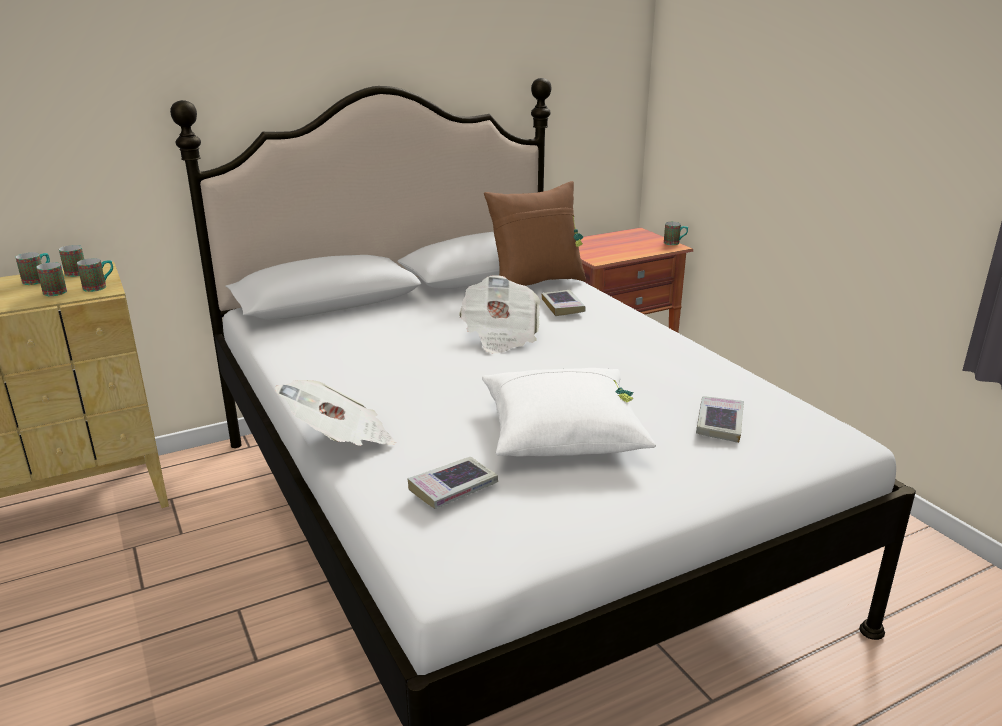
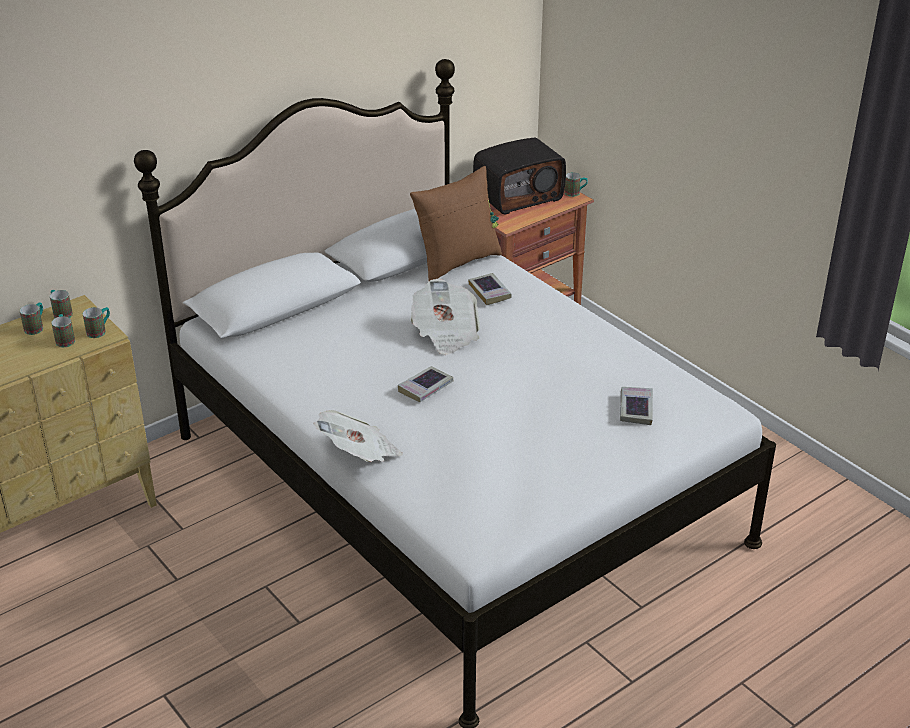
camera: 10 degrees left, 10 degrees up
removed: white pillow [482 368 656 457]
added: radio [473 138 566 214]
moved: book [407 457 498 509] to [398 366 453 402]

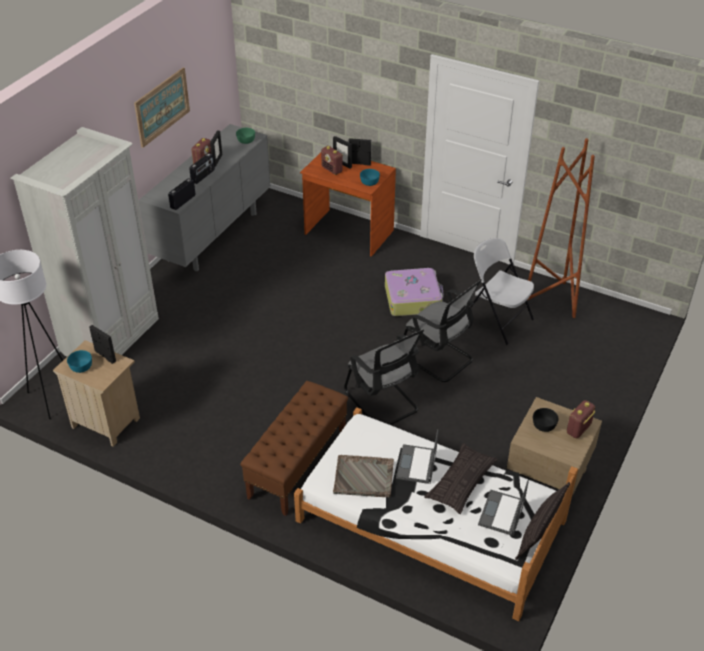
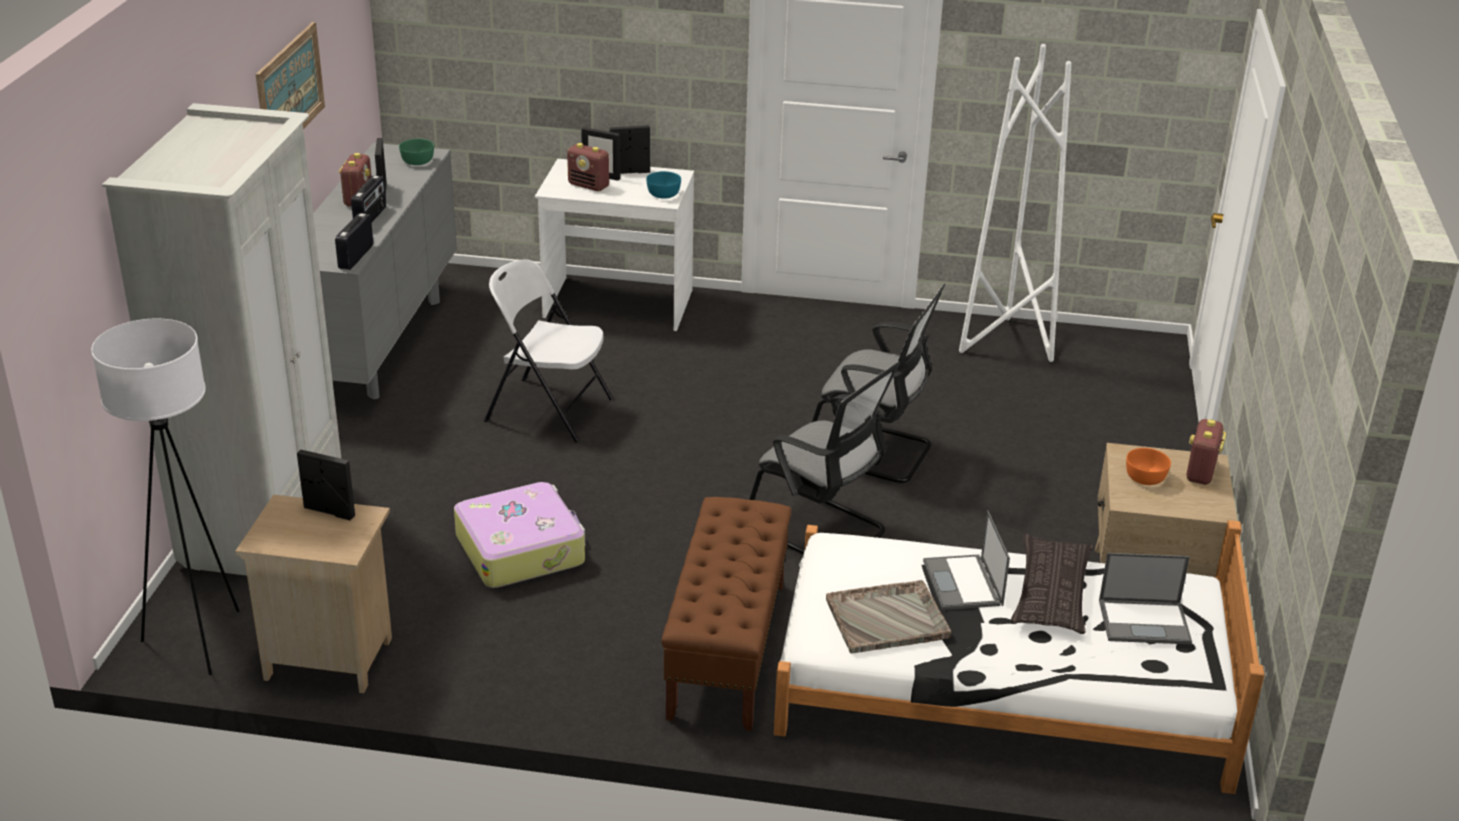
camera: 20 degrees left, 10 degrees down
removed: turquoise bowl [67 350 92 373]; pillow [515 482 570 560]
moved: suitcase [385 268 444 316] to [454 482 585 588]; white chair [471 238 534 345] to [484 260 613 443]
recoloured: brown desk [300 152 396 257] to white desk [535 159 694 331]; brown clothes rack [527 138 595 318] to white clothes rack [959 44 1072 362]; black bowl [533 408 559 432] to orange bowl [1126 448 1171 485]
turned: laptop [478 479 529 536] = [1099 553 1192 645] 90 degrees counterclockwise

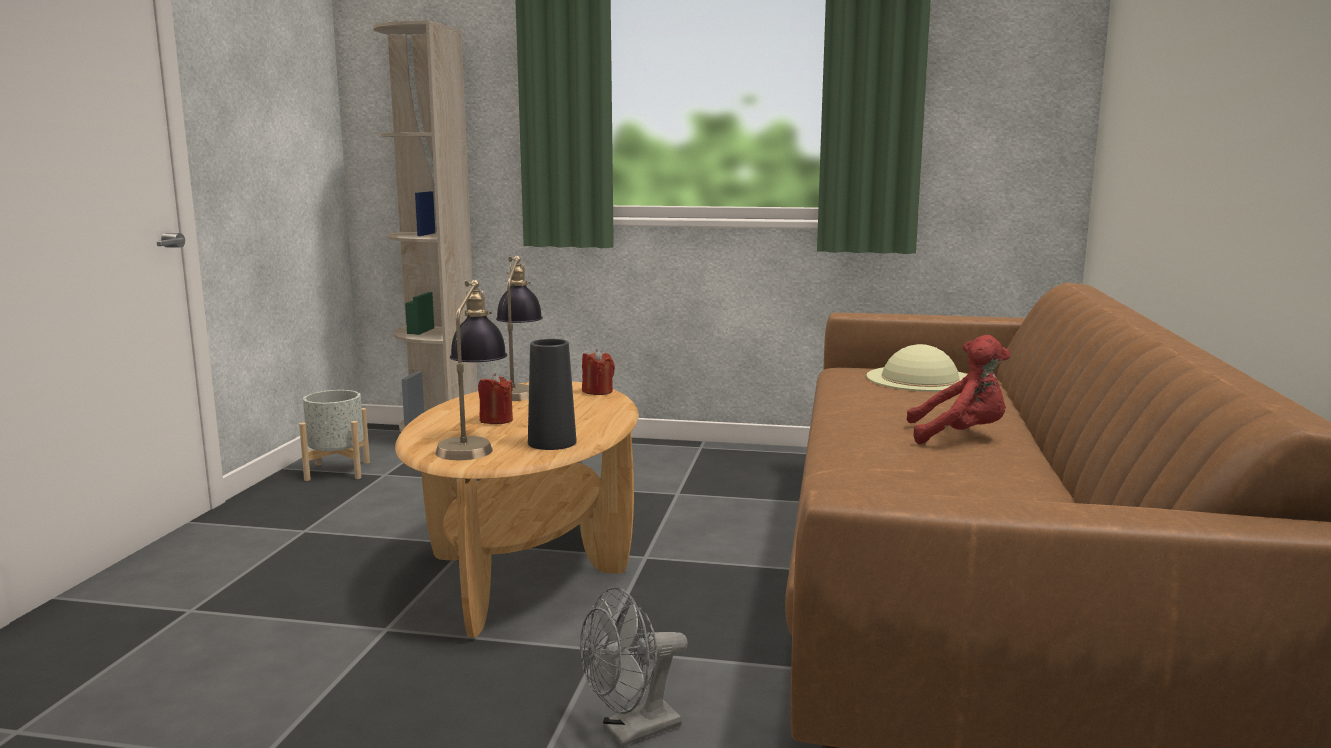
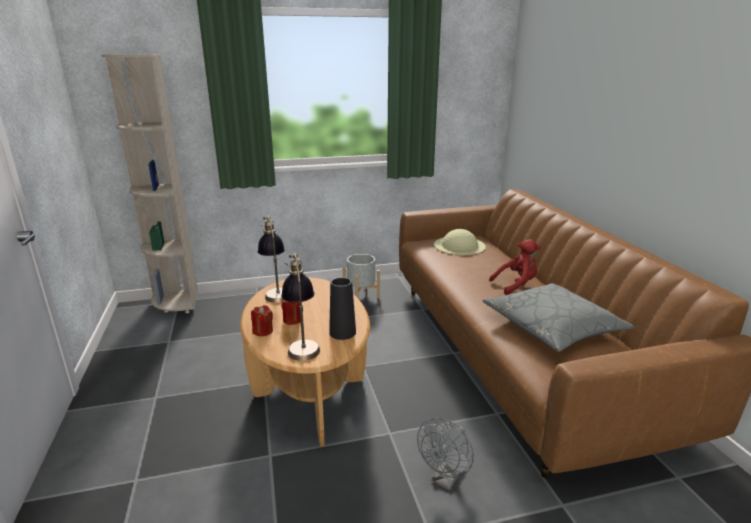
camera: 25 degrees left, 10 degrees up
added: grey pillow [483 283 635 352]
moved: red candle [582 349 615 395] to [251 305 273 336]; grey planter [299 390 370 481] to [343 254 380 299]

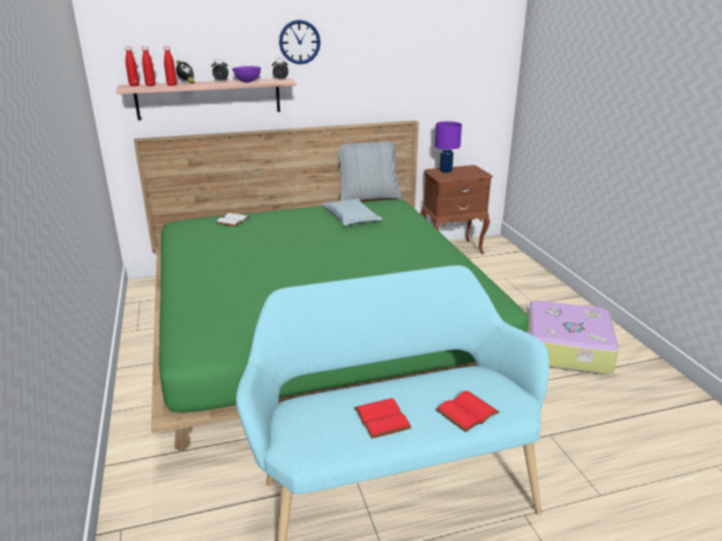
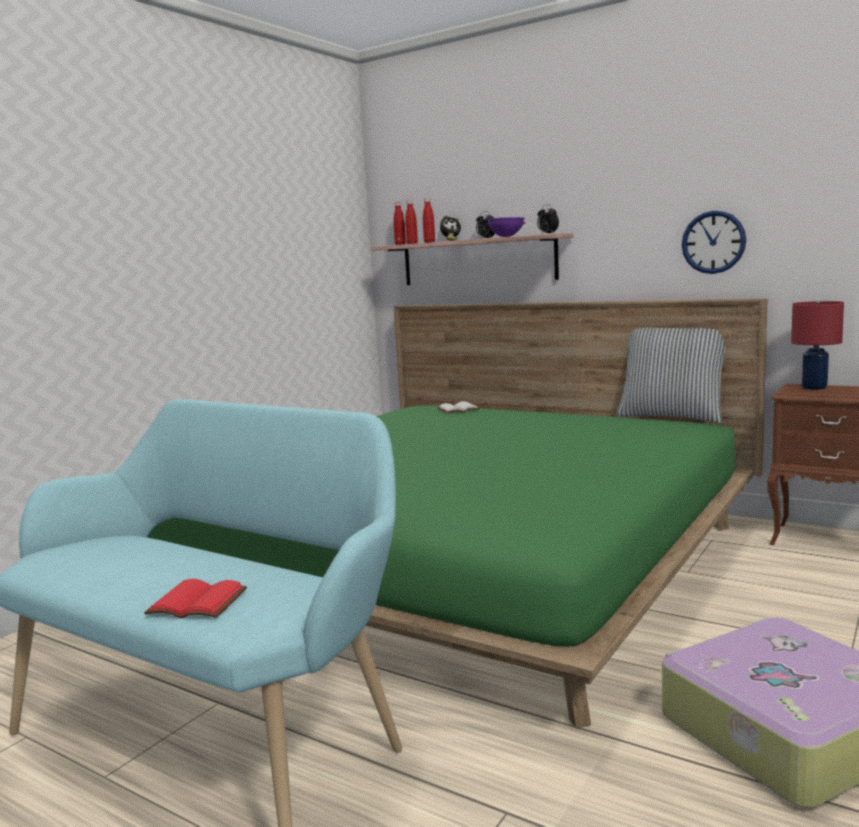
camera: 50 degrees right, 15 degrees down
removed: blue pillow [322 198 383 226]; red book [354 398 412 439]
moved: wall clock [279 20 321 64] to [682 211 746 274]
recoloured: purple table lamp [435 121 462 173] to red table lamp [791 301 844 390]

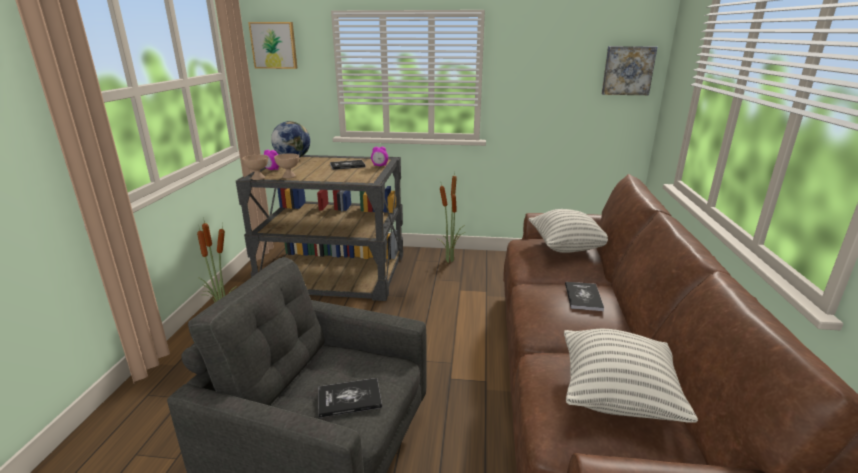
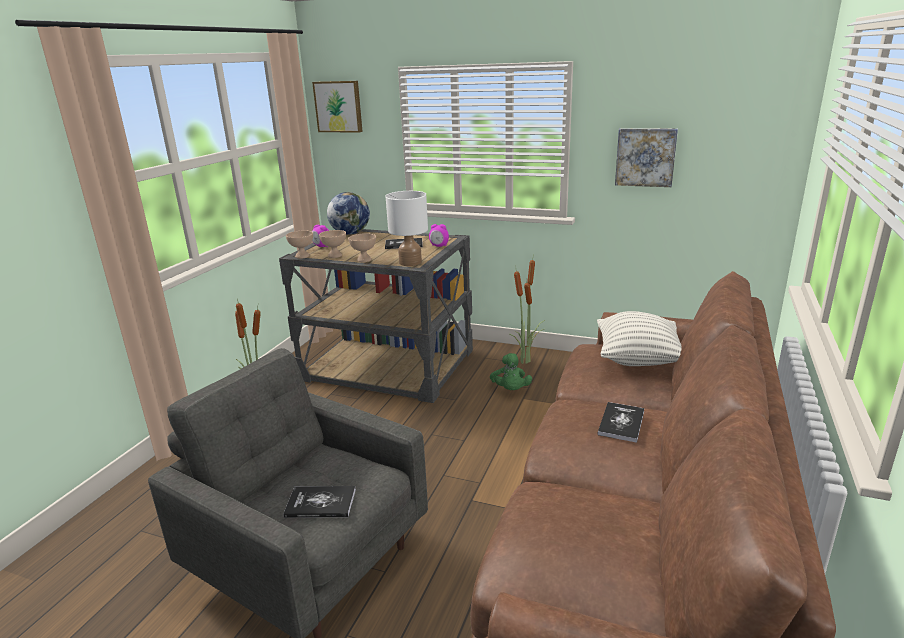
camera: 15 degrees right, 0 degrees up
removed: pillow [564 329 698 423]
added: beige bowl [348 233 376 262]; white table lamp [386 191 428 266]; green plush toy [490 353 532 390]
moved: picture [602 46 657 95] to [615 128 678 187]

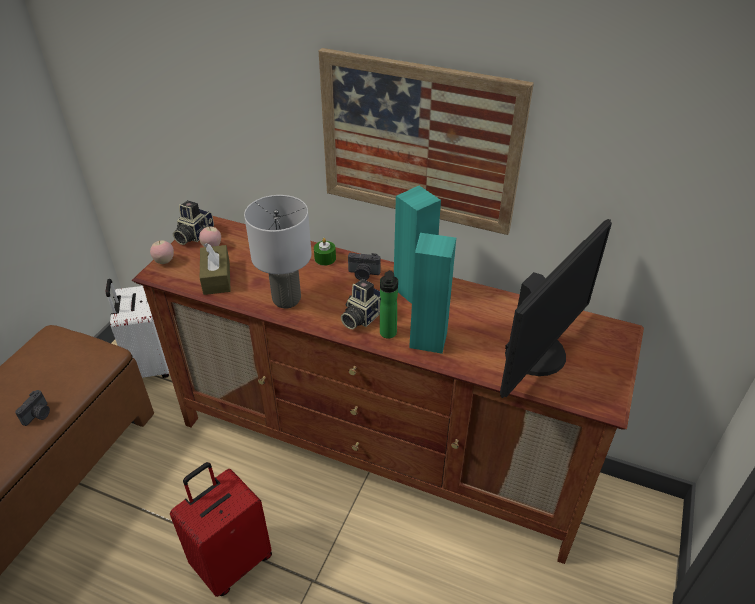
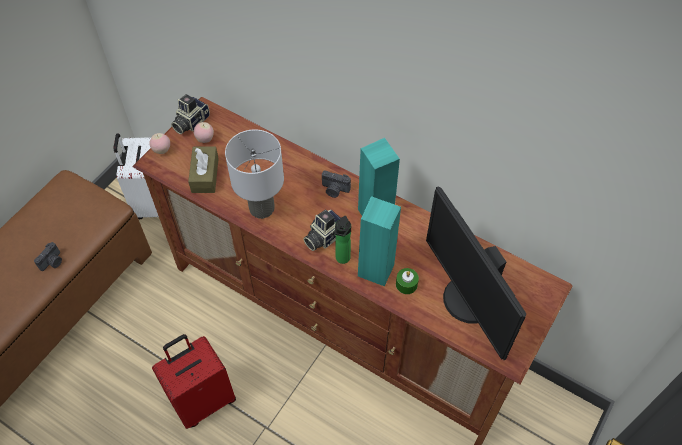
camera: 10 degrees right, 15 degrees up
removed: picture [319 48 534 235]
moved: green candle [314 238 336 266] to [396 268 419 294]
turned: monitor [500 219 612 398] = [426 186 526 360] 105 degrees clockwise

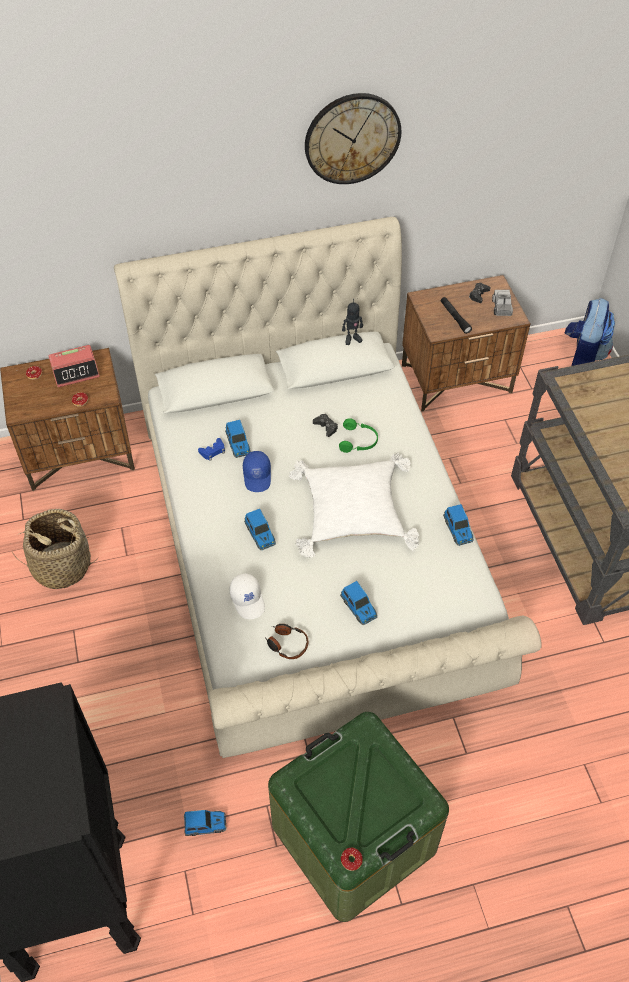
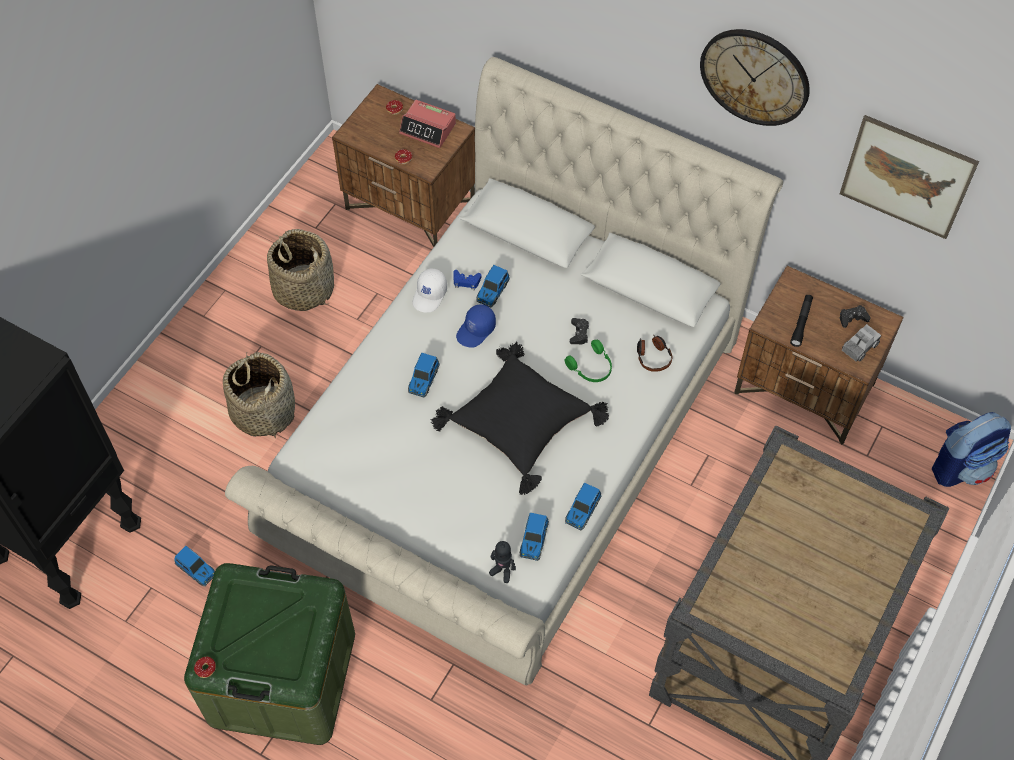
camera: 45 degrees right, 5 degrees up
added: basket [223 352 295 438]; picture [840 115 979 239]
moved: white cap [229 573 265 619] to [413 269 447 312]; toy robot [342 299 363 345] to [489 541 516 583]; toy car [340 581 377 625] to [520 513 549 561]; headphones [265 624 308 659] to [637 335 673 372]
recoloured: white pillow [289 453 419 558] to black pillow [430 342 609 495]

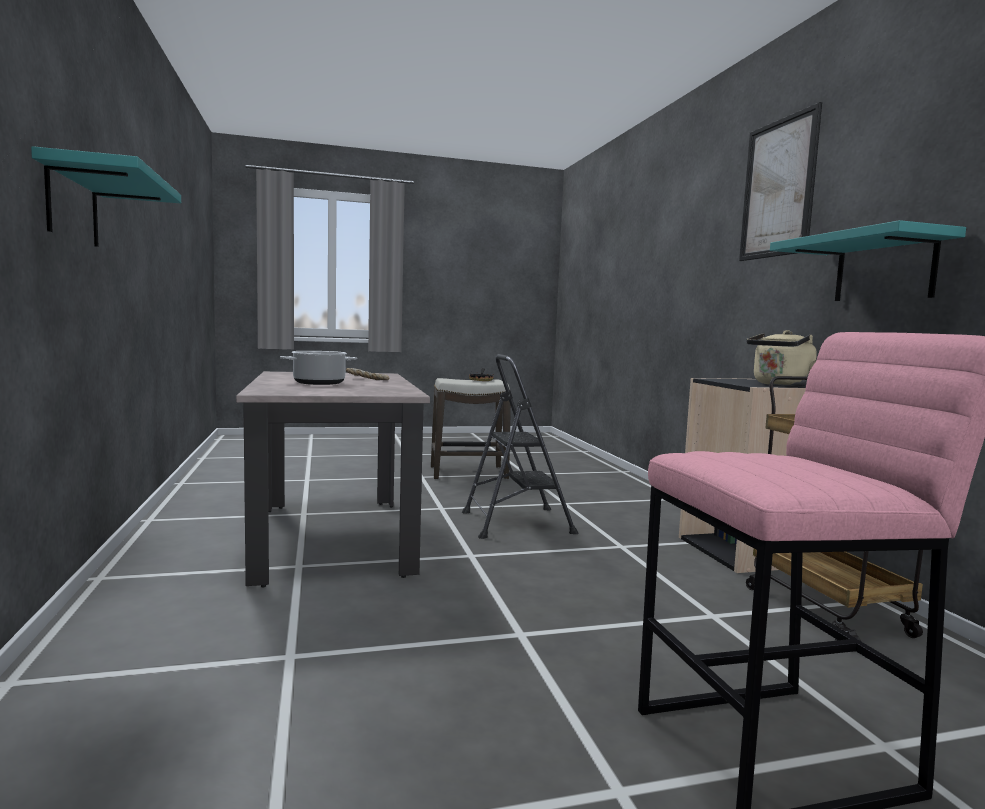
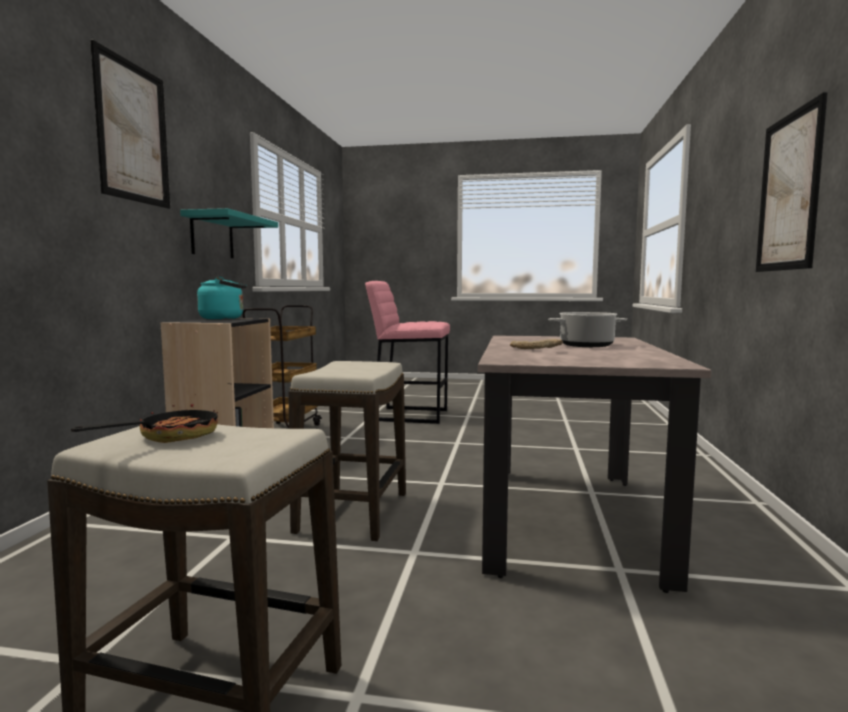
camera: 155 degrees left, 0 degrees up
replaced: black step ladder [462 354 578 539] to stool [288 361 406 541]; turquoise shelf [31 146 181 247] to picture [756 92 828 272]
recoloured: beige kettle [746 330 817 386] to turquoise kettle [197 277 247 319]

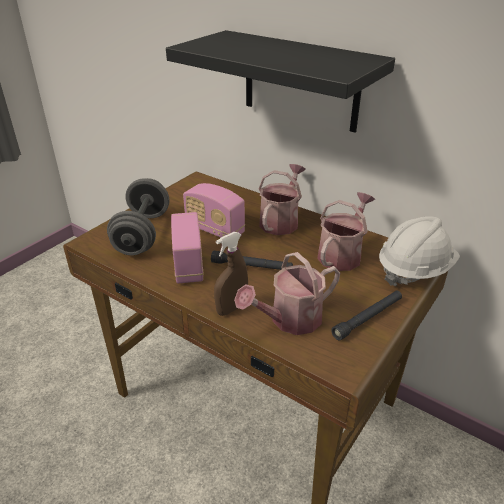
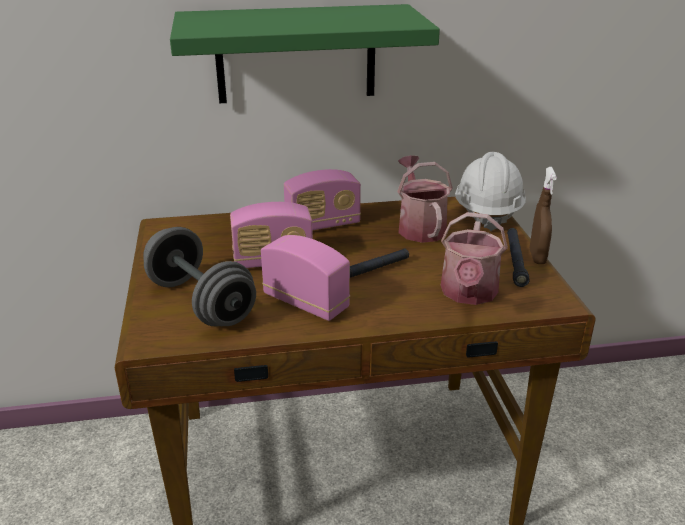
camera: 45 degrees left, 5 degrees down
moved: brown spray bottle [214 232 248 316] to [530 167 557 264]
replaced: watering can [259 164 306 235] to radio [284 169 361 230]
recoloured: black shelf [166 30 395 133] to green shelf [170 4 440 103]

